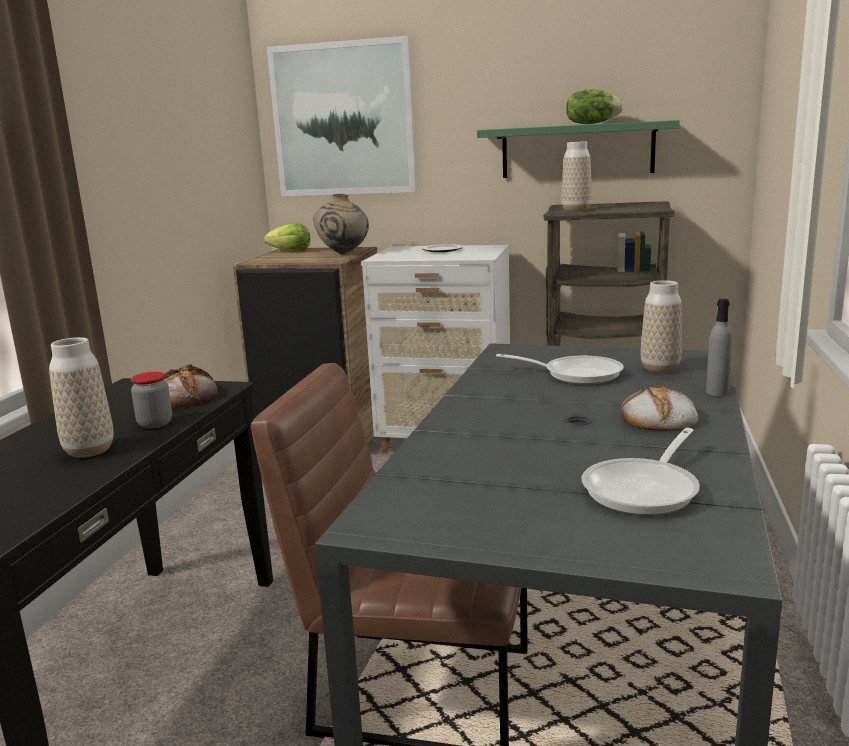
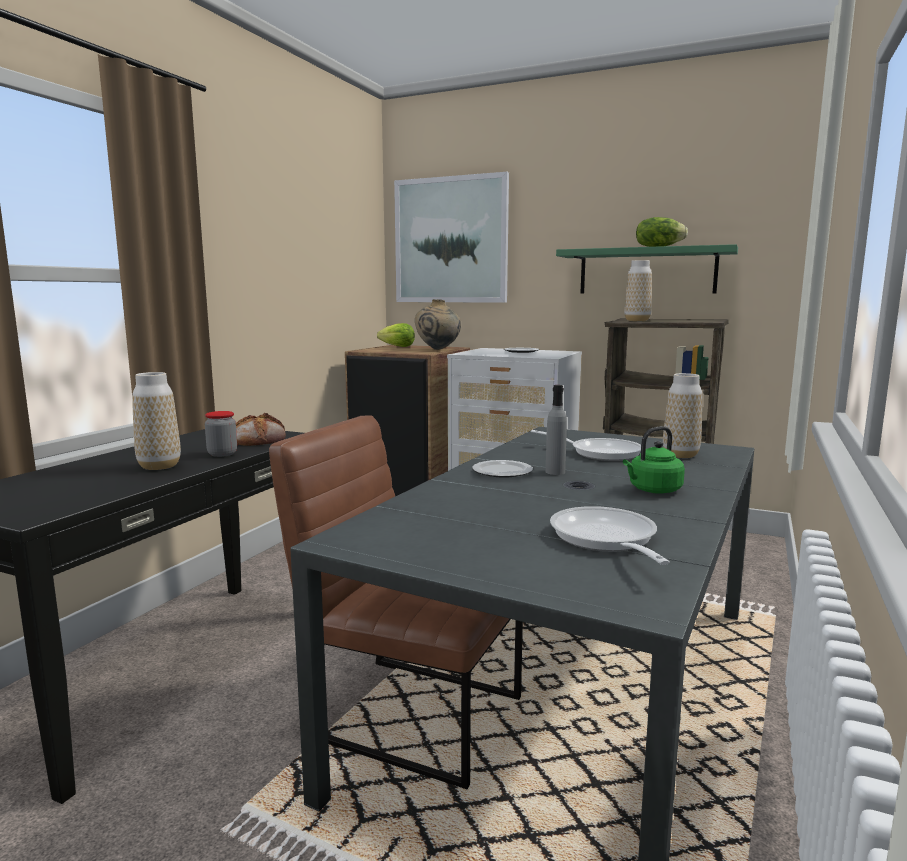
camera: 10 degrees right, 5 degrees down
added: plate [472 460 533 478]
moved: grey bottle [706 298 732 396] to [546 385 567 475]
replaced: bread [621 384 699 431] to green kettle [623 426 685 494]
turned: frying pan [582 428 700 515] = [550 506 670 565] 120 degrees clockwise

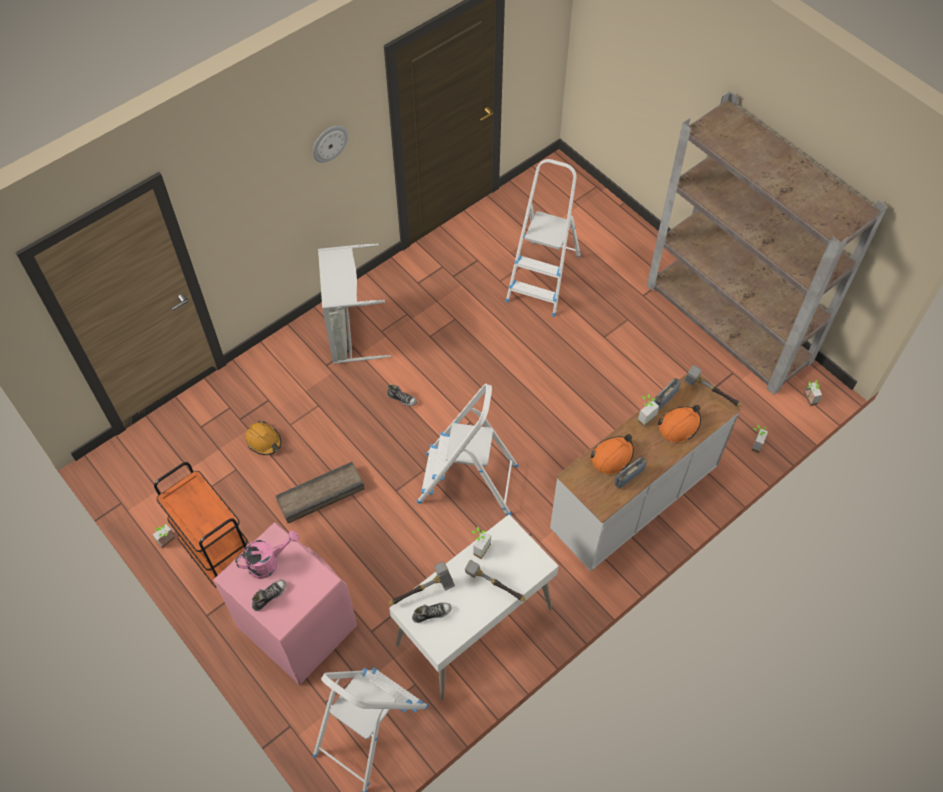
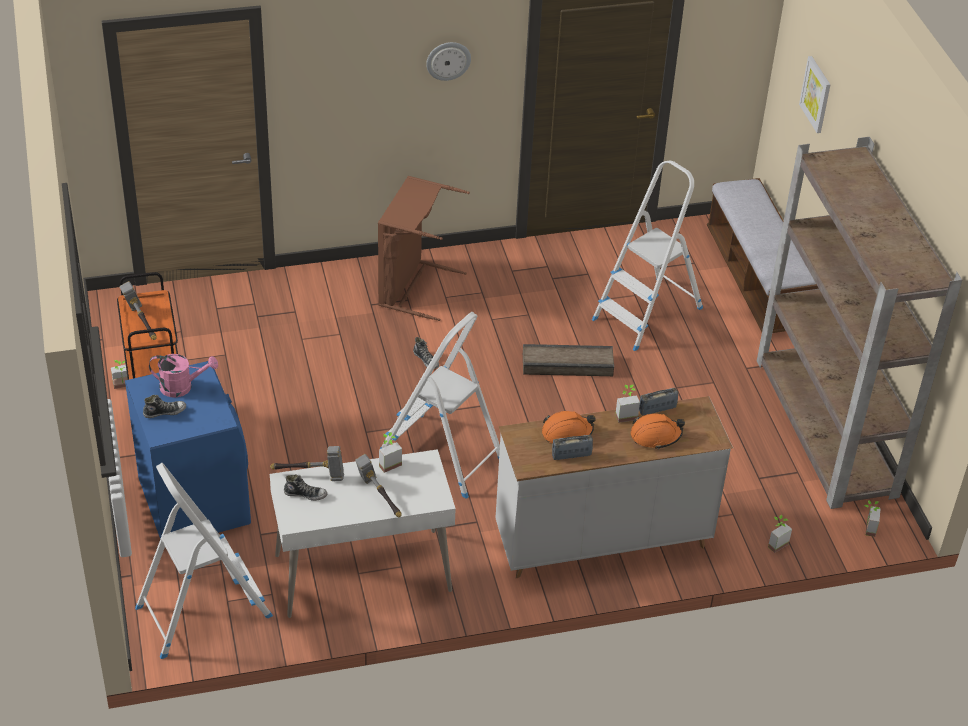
camera: 25 degrees right, 15 degrees down
removed: orange hard hat [245 421 282 455]
added: bench [707 178 819 333]; picture [799 56 831 133]
moved: hammer [684 365 742 407] to [119 281 156 340]; crate [276 462 365 523] to [523 344 614 376]
recoloured: pink washing machine [213 522 357 685] to blue washing machine [125 361 251 539]; grey laundry basket [318 243 391 364] to brown laundry basket [378 176 470 321]

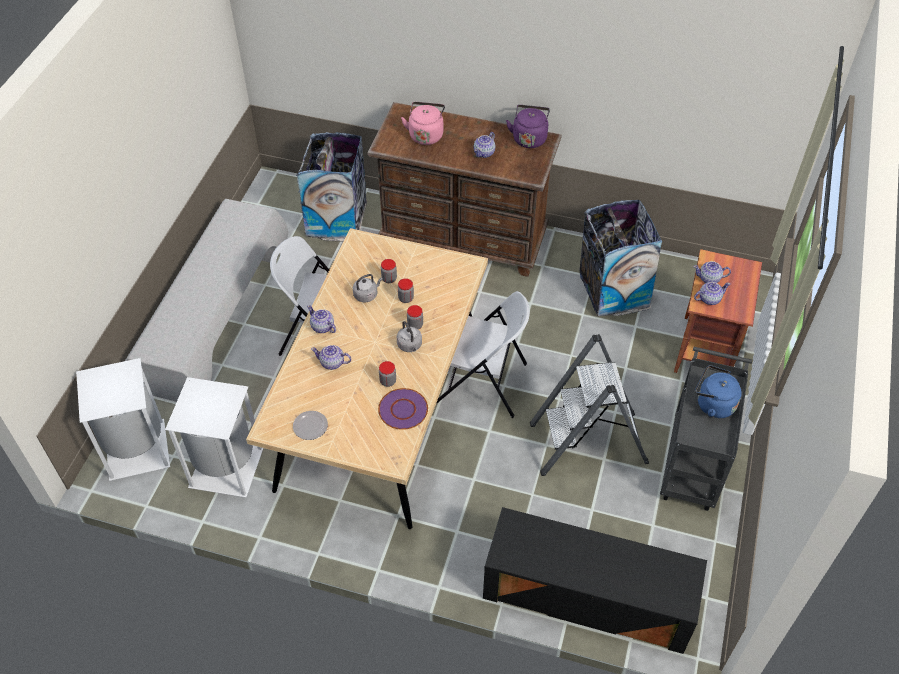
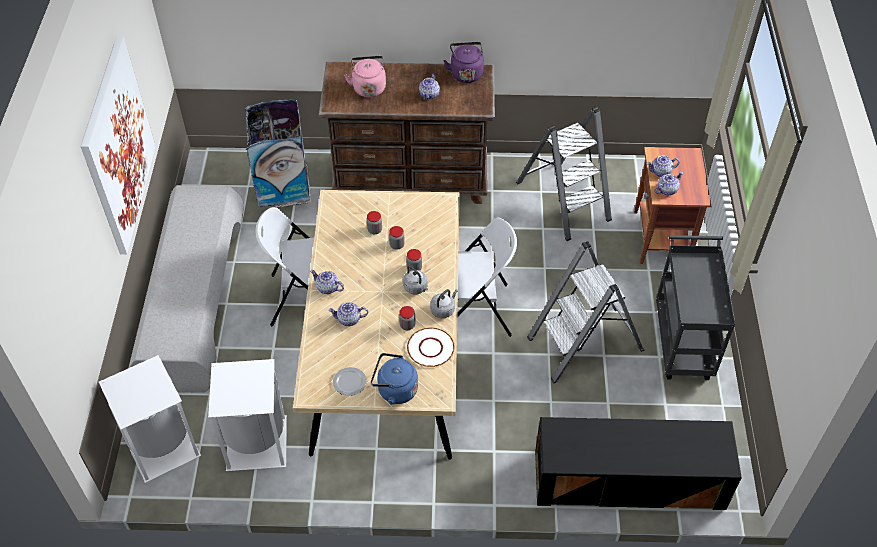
camera: 15 degrees left, 0 degrees up
added: picture [81 36 156 255]
moved: blue kettle [695 365 742 418] to [371 353 418 404]; grey kettle [353 274 383 303] to [430 289 458 318]
replaced: trash can [580 200 662 316] to grey step ladder [516 107 612 241]
recoloured: purple plate [378 388 428 430] to white plate [407 328 454 367]

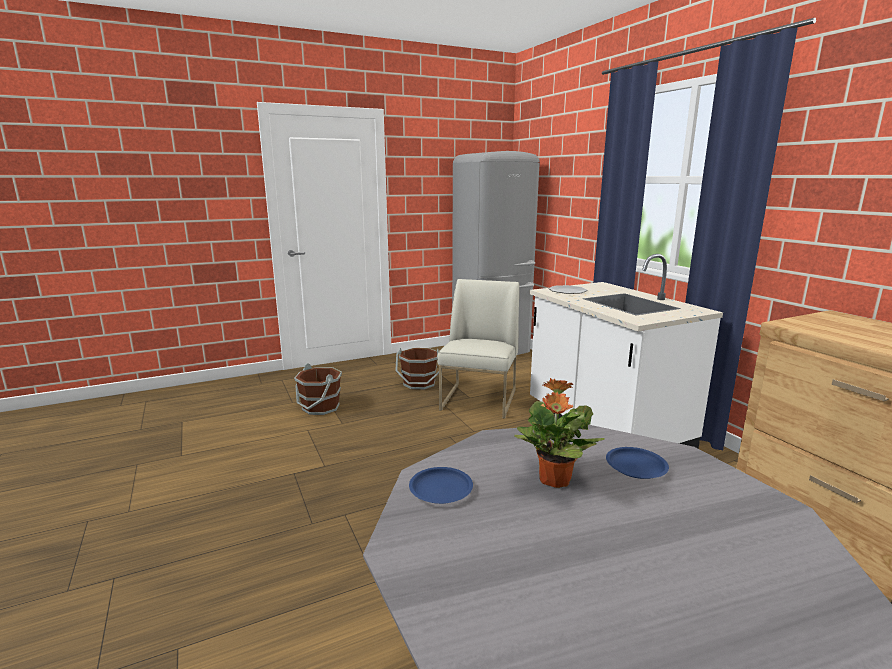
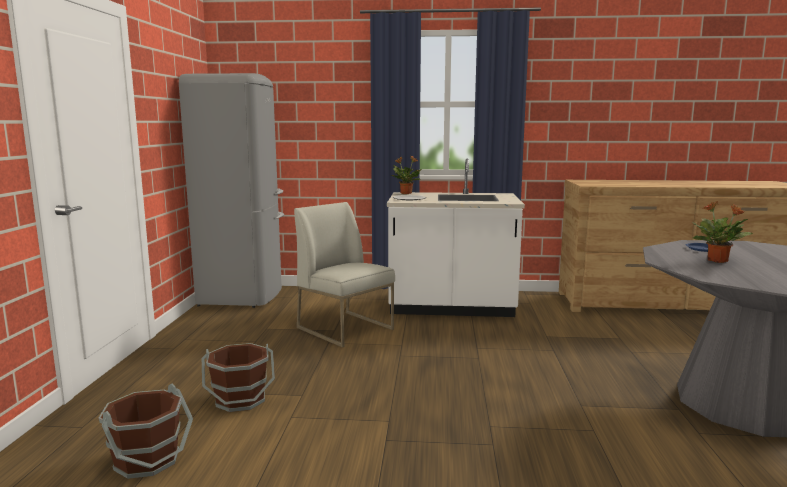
camera: 60 degrees left, 5 degrees down
removed: blue plate [409 467 473 504]
added: potted plant [391 156 422 194]
moved: brown bucket [395 348 439 390] to [98 383 193 479]

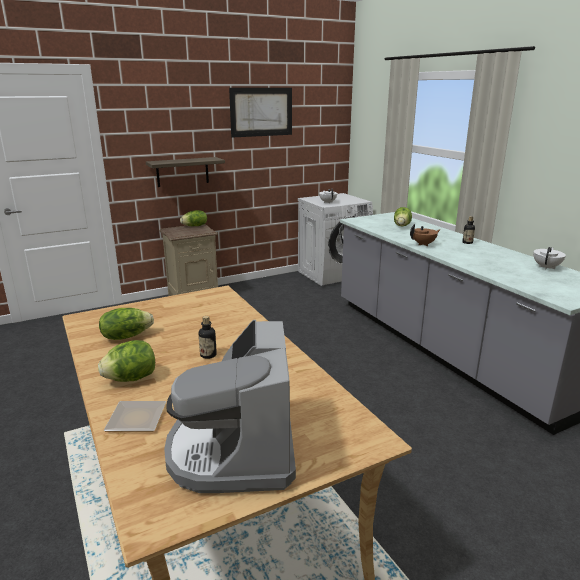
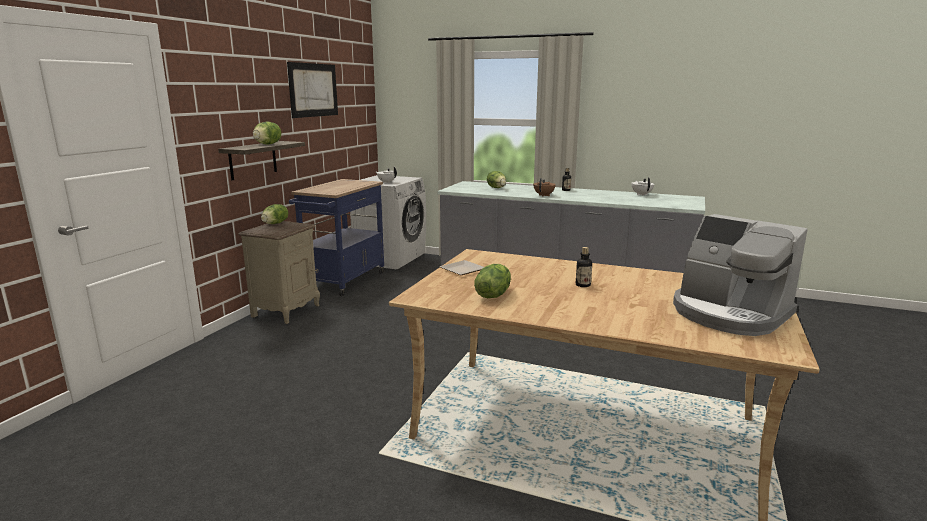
camera: 40 degrees left, 5 degrees down
added: blue cart [289 179 384 297]
moved: lettuce [98 340 155 382] to [253 121 281 145]; plate [104 401 166 431] to [439 260 484 275]

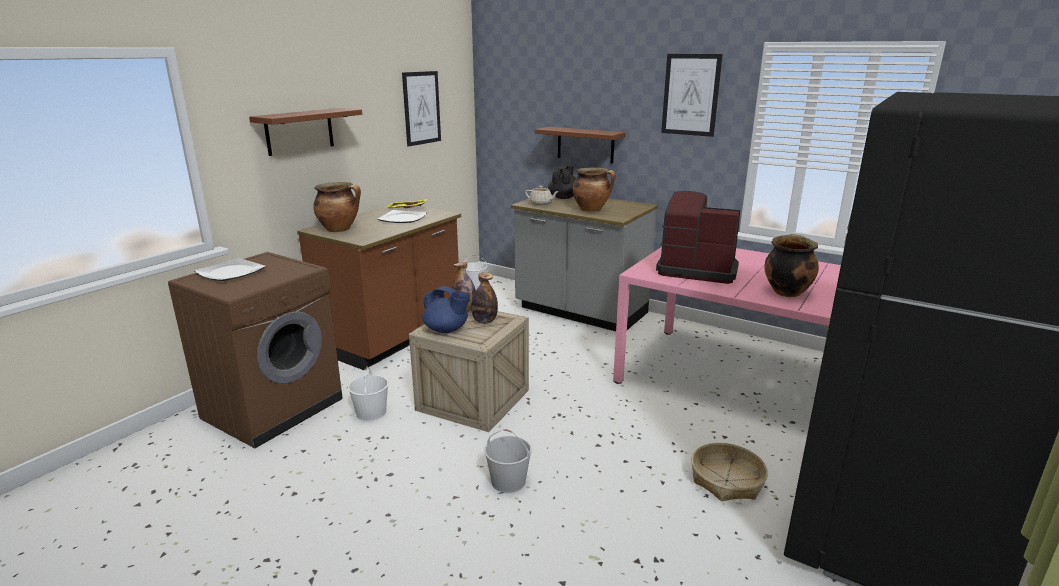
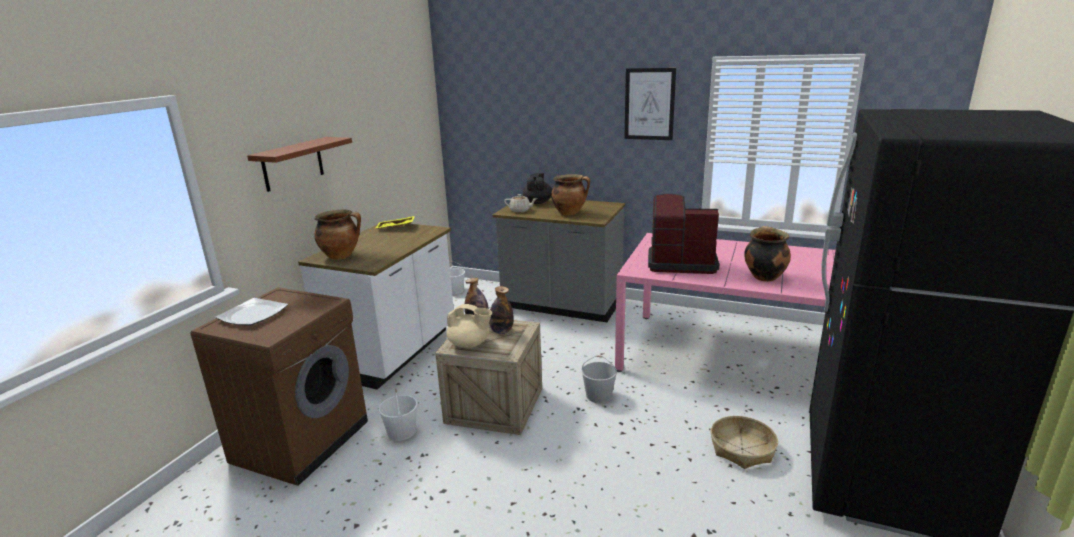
camera: 10 degrees left, 0 degrees up
removed: plate [377 210 427 223]; picture [402 71 441 147]; brown shelf [535 127 626 164]
moved: white bucket [484 429 532 493] to [582 355 617 403]
recoloured: brown counter [297 206 461 370] to white counter [298 221 454 389]; blue teapot [422 286 470 333] to beige teapot [446 304 492 348]

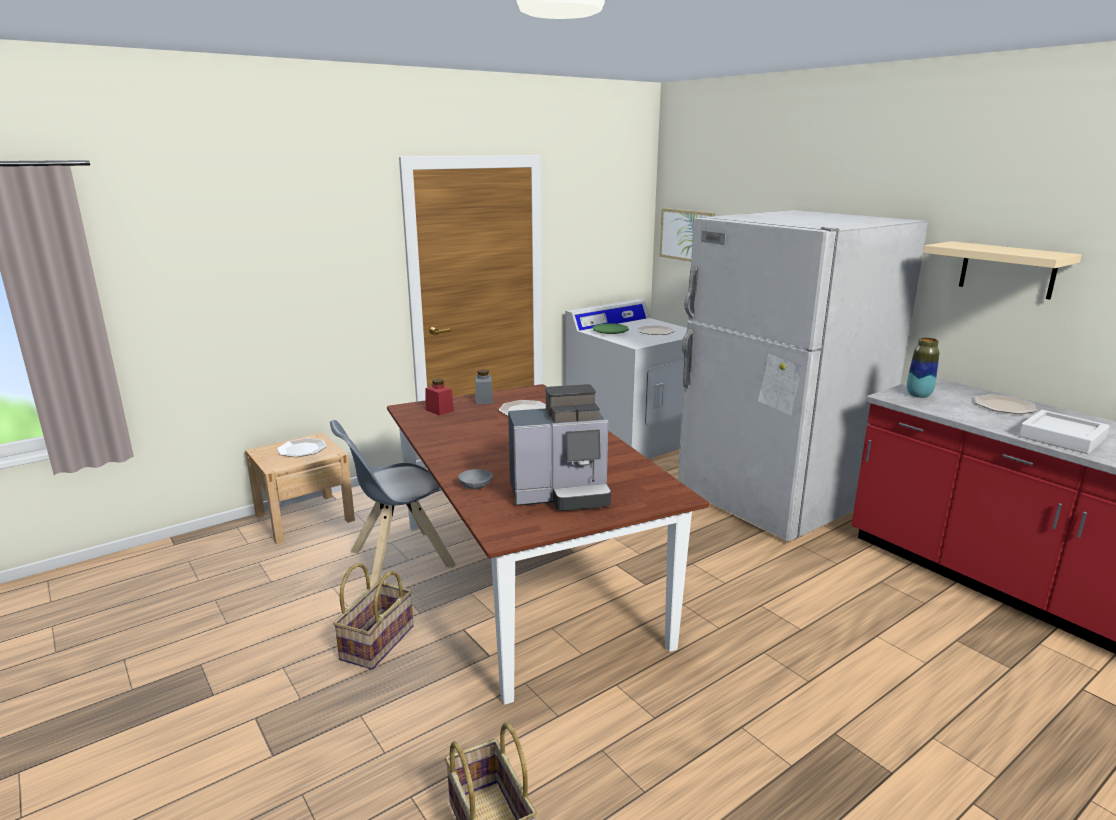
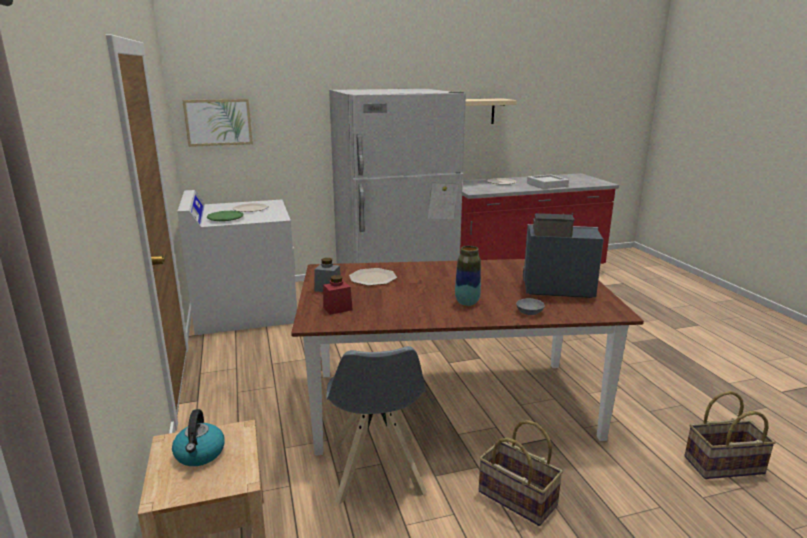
camera: 70 degrees left, 0 degrees up
moved: vase [907 338 939 398] to [455 246 481 306]
replaced: plate [277 438 327 457] to kettle [172 409 225 466]
turned: coffee machine [508 384 611 511] = [523 213 604 298] 90 degrees counterclockwise

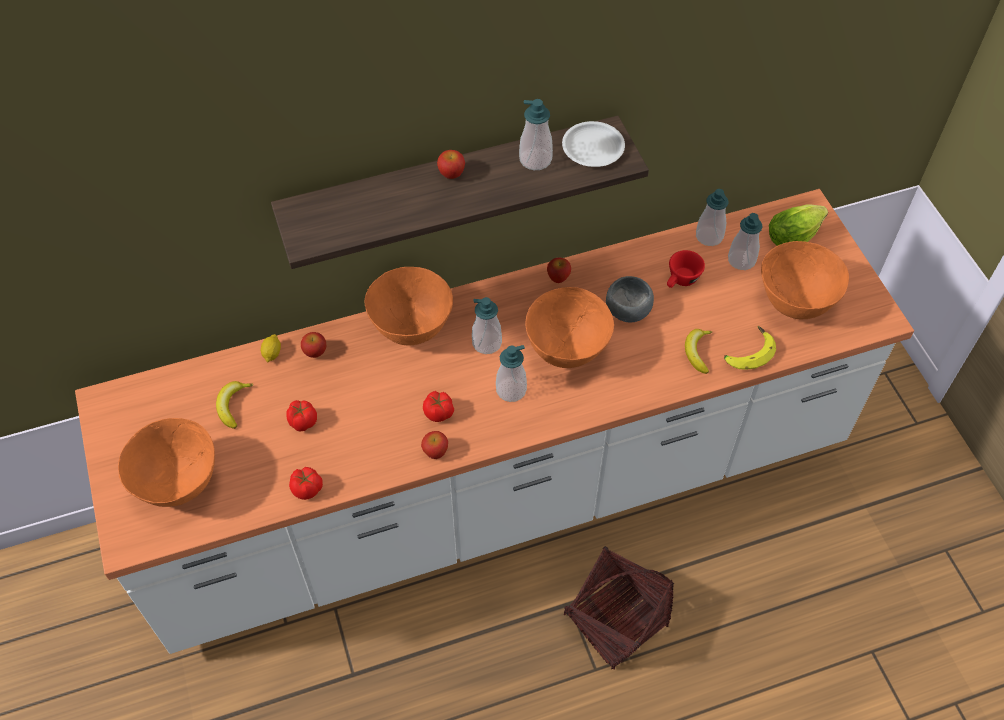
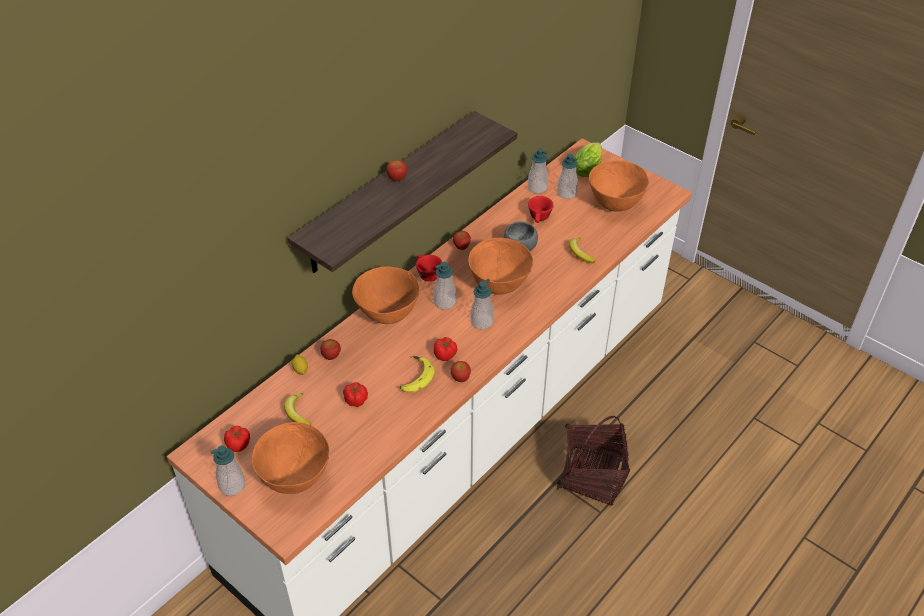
camera: 30 degrees left, 10 degrees down
removed: white plate [562 121 625 167]
added: red cup [416 254 442 282]
moved: soap dispenser [519 99 553 170] to [210 445 245 496]; tomato [289 467 323 500] to [224 426 250 452]; banana [724 326 776 370] to [400 356 435 392]

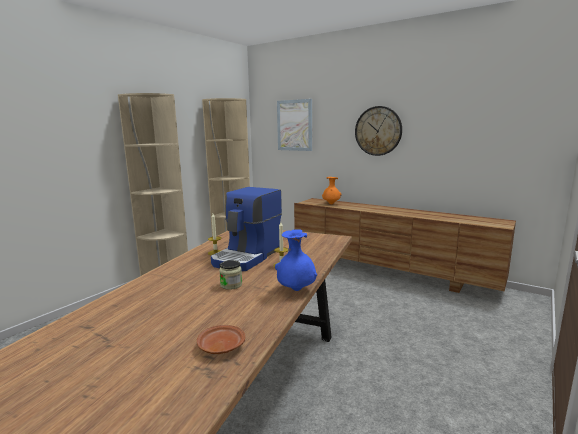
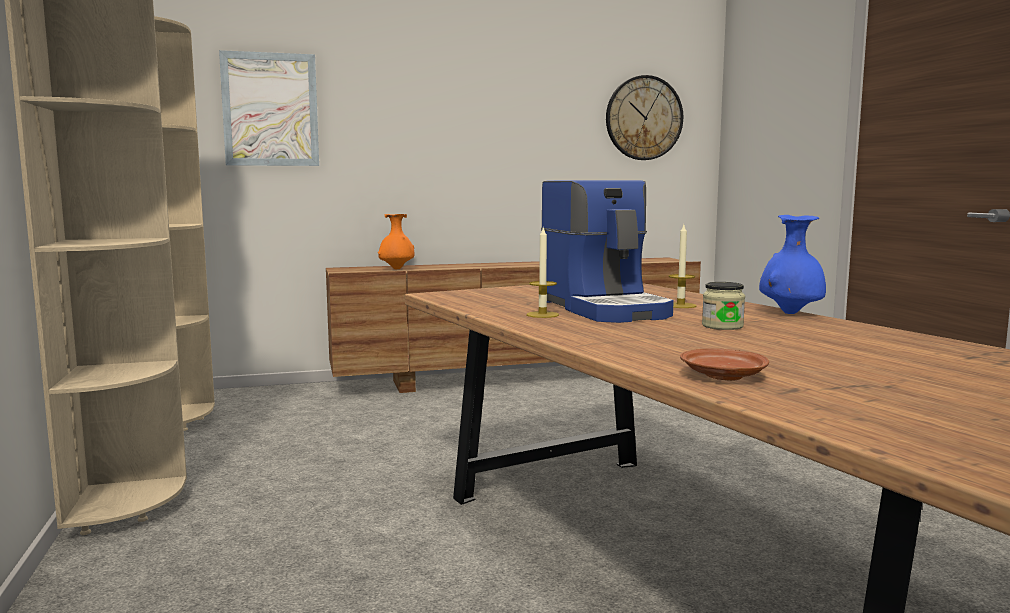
camera: 50 degrees left, 5 degrees down
moved: wall clock [355 106 402 156] to [606 75 683 160]; brown plate [197 325 245 354] to [680 348 769 381]

